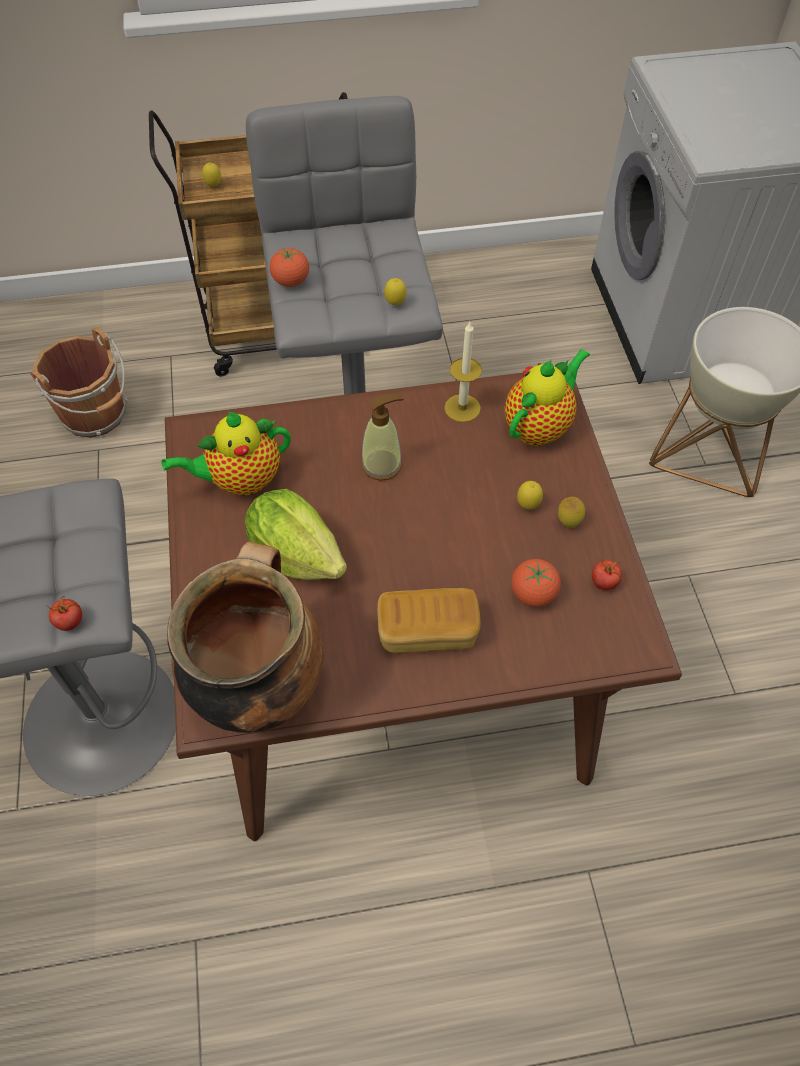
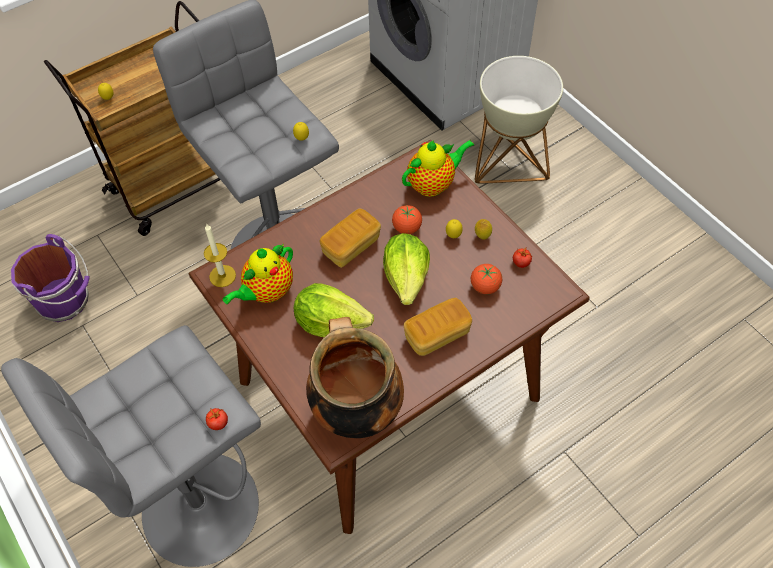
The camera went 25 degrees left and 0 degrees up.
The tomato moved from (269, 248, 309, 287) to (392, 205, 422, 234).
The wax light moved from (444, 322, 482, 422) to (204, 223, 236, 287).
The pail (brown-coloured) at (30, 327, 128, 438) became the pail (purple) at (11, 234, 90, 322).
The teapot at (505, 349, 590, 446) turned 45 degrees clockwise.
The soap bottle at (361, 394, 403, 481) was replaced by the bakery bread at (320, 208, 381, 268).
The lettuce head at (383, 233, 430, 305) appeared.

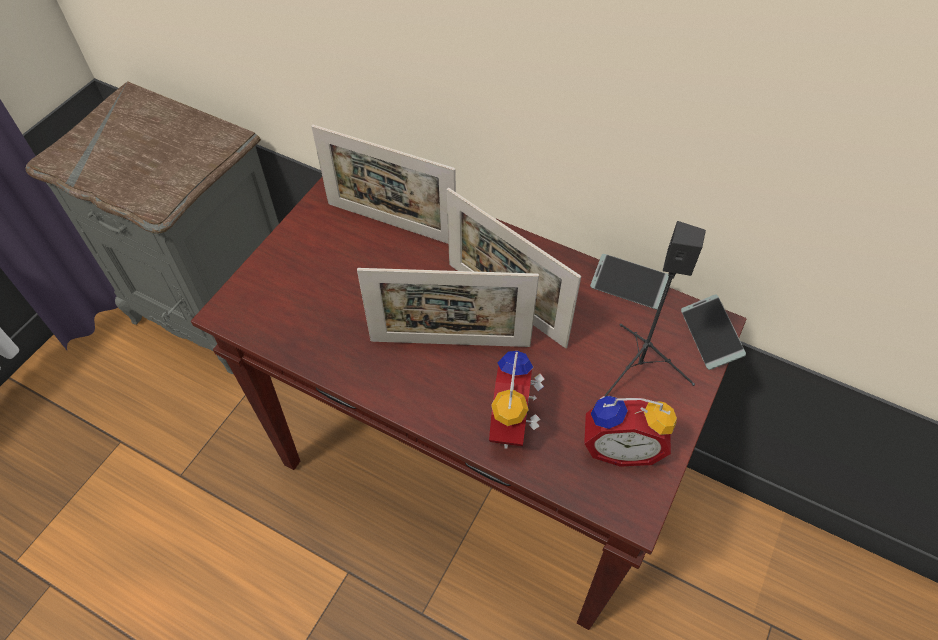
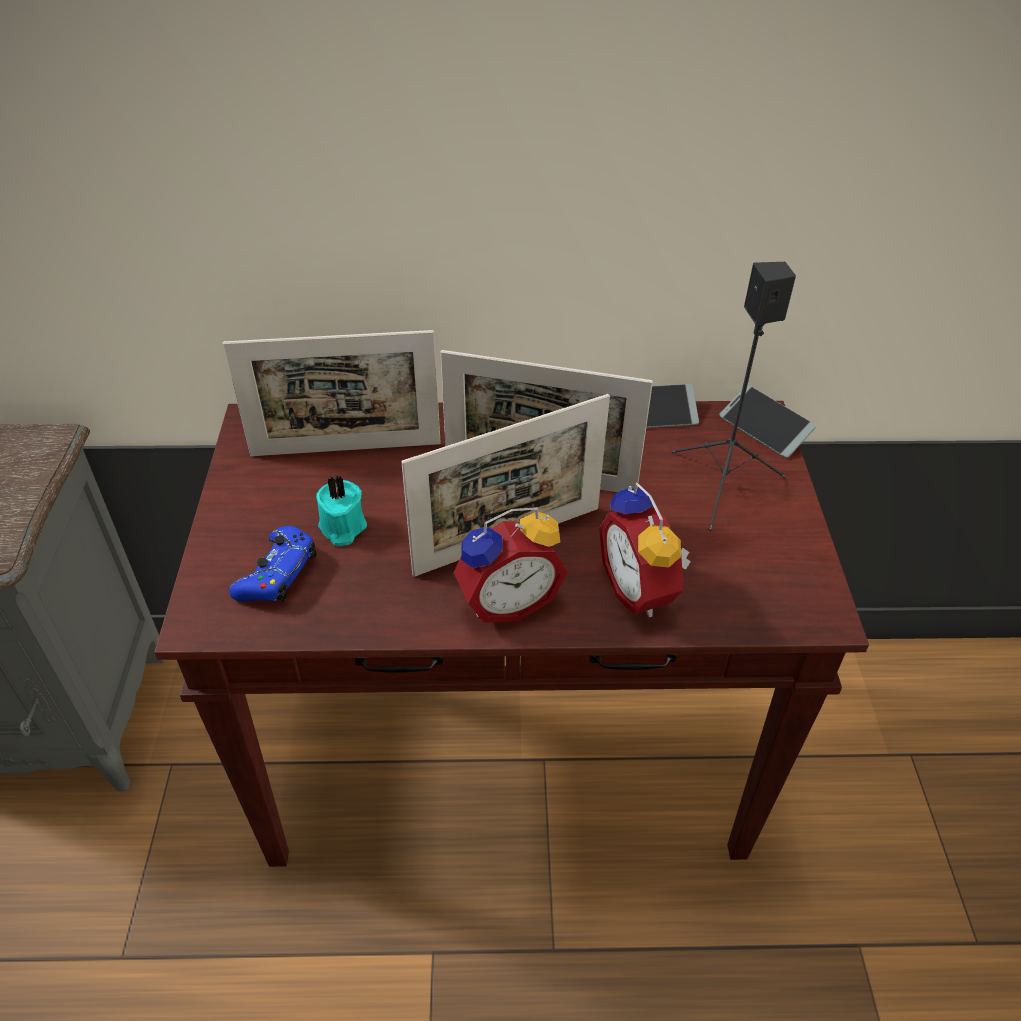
The camera went 30 degrees left and 10 degrees down.
The table clock moved from (584, 396, 677, 467) to (453, 507, 568, 623).
The wax light (turquoise) at (316, 475, 367, 546) appeared.
The game controller (bluish) at (229, 526, 317, 602) appeared.

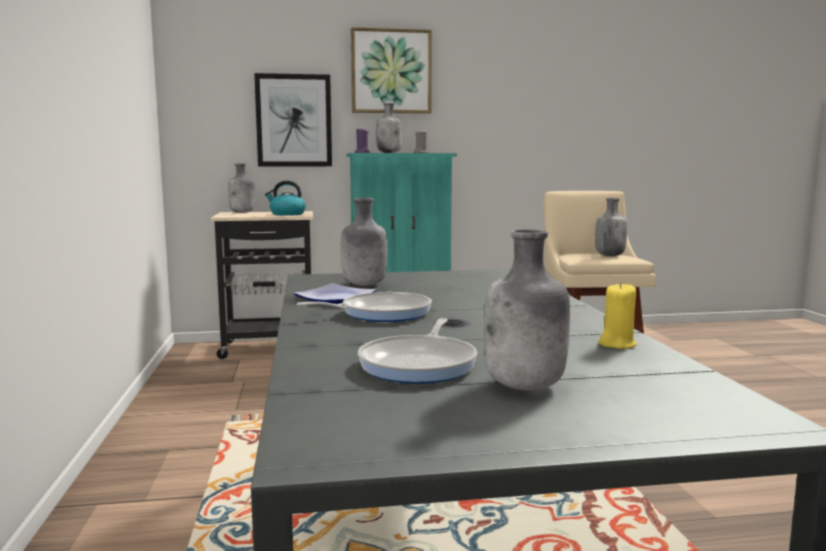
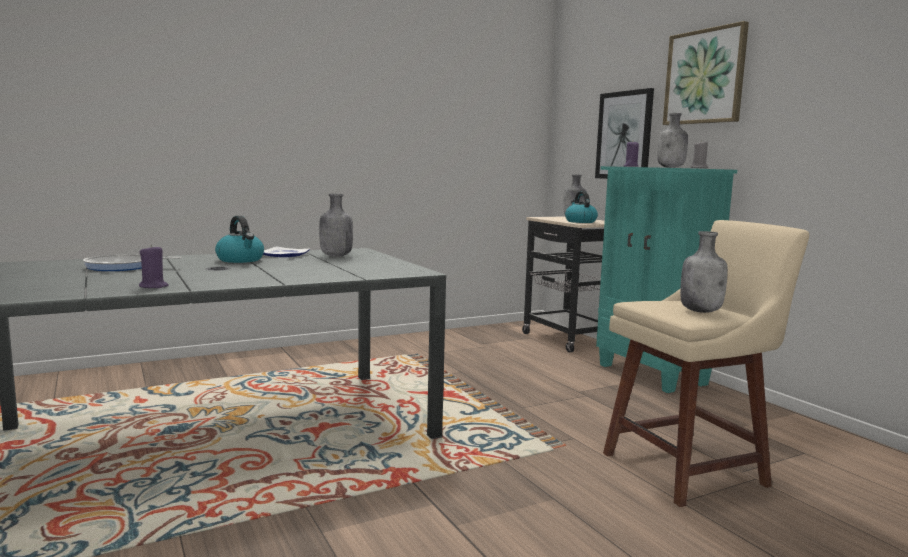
The camera went 70 degrees right and 0 degrees up.
The bottle (greyish) at (484, 229, 570, 390) disappeared.
The wax light (yellow-coloured) at (598, 282, 637, 349) became the wax light (purple) at (139, 244, 169, 288).
The skillet at (297, 292, 432, 322) was replaced by the tea kettle at (215, 216, 264, 263).

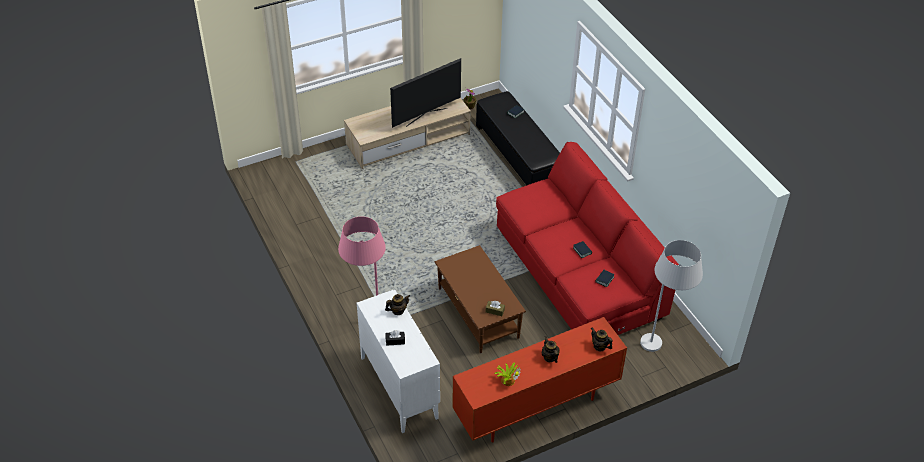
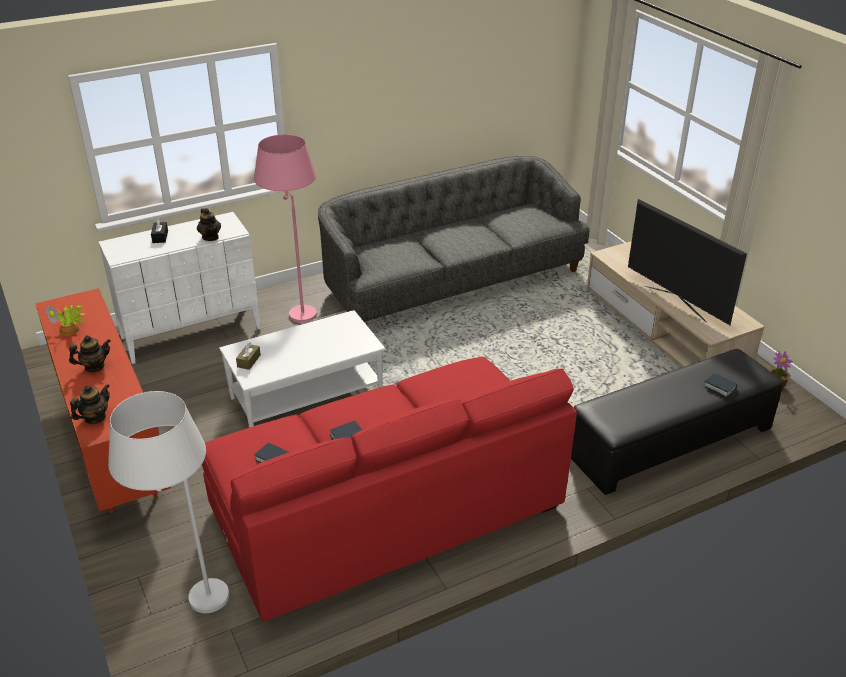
The camera went 90 degrees right and 10 degrees down.
The lounge table (brown-coloured) at (435, 245, 526, 353) became the lounge table (whitish) at (219, 310, 386, 428).
The sofa (greyish) at (318, 156, 590, 323) appeared.

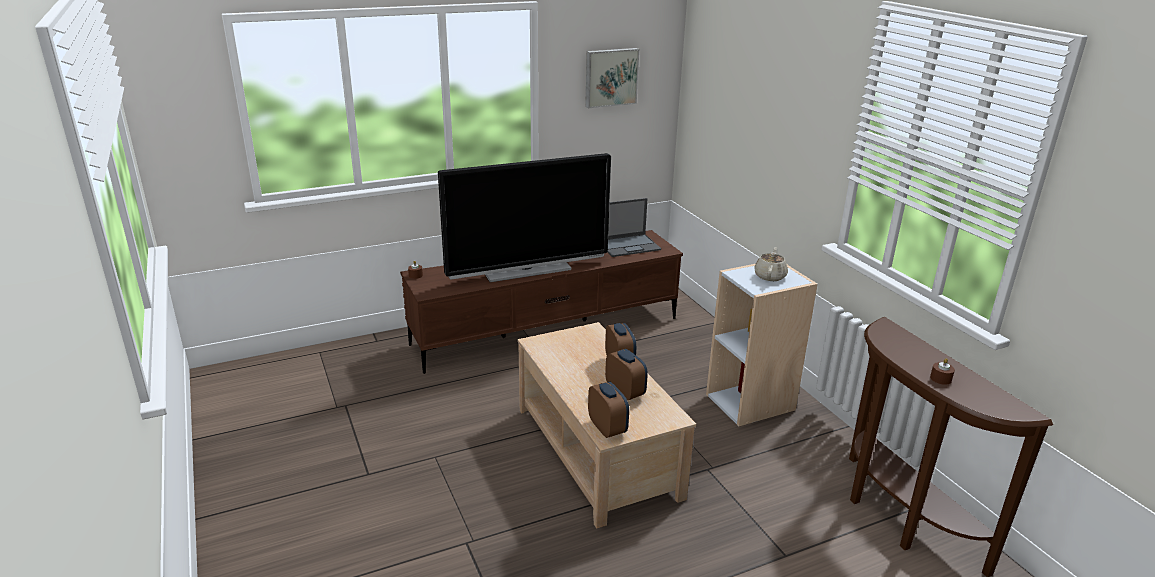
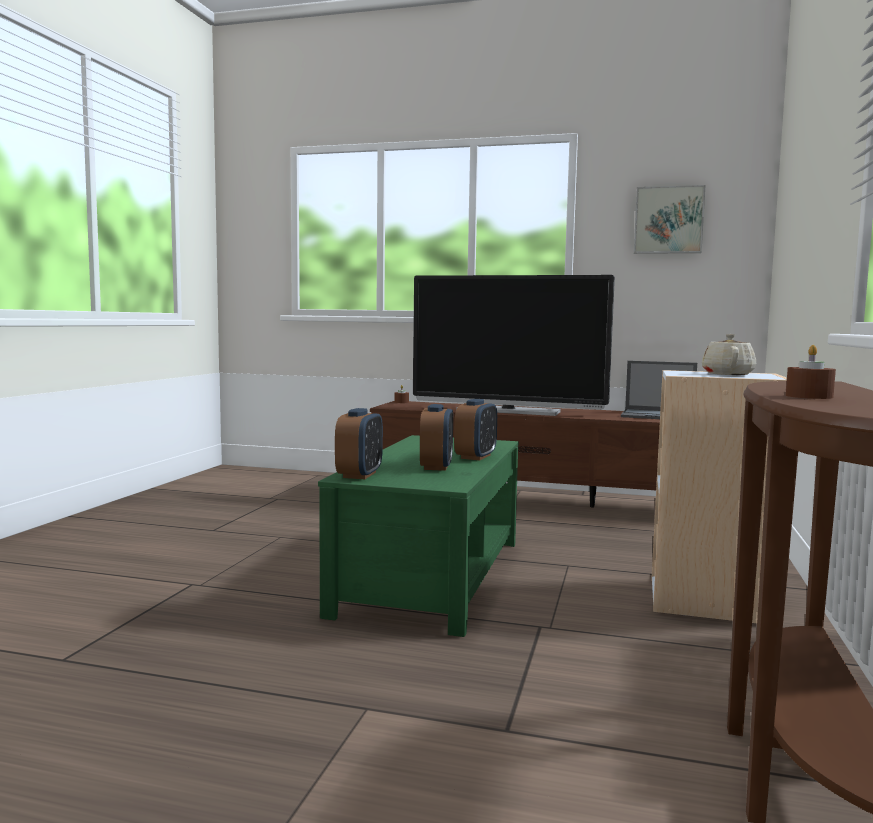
The camera went 40 degrees right and 20 degrees down.
The teapot (sand-coloured) at (754, 247, 788, 281) turned 45 degrees counterclockwise.
The lounge table (sand-coloured) at (517, 322, 696, 528) became the lounge table (greenish) at (318, 435, 519, 637).

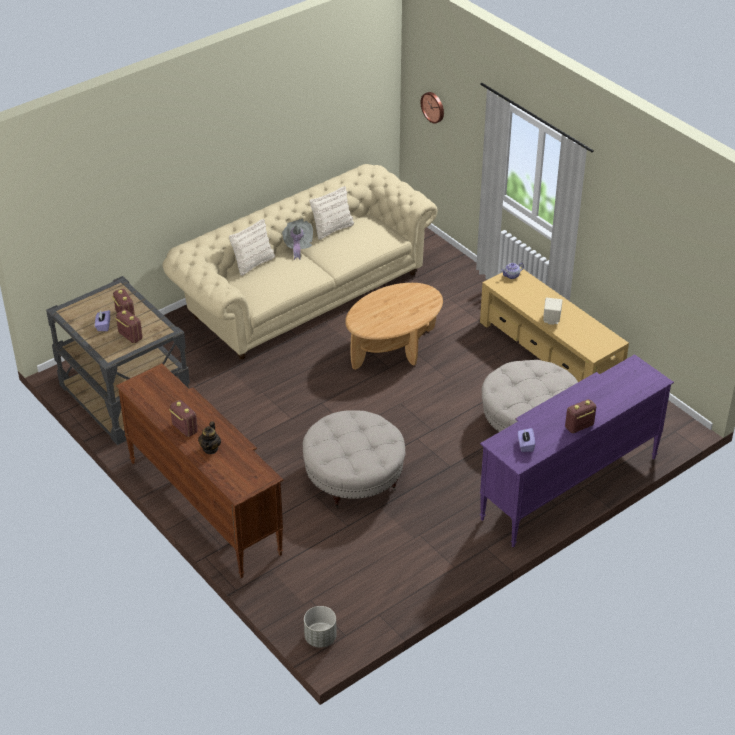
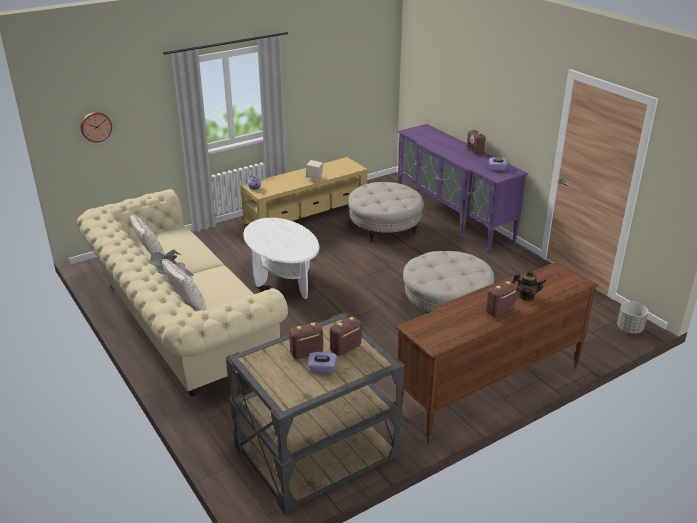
The camera went 85 degrees left and 10 degrees down.
The lounge table (brown-coloured) at (345, 283, 443, 370) became the lounge table (whitish) at (243, 218, 320, 299).

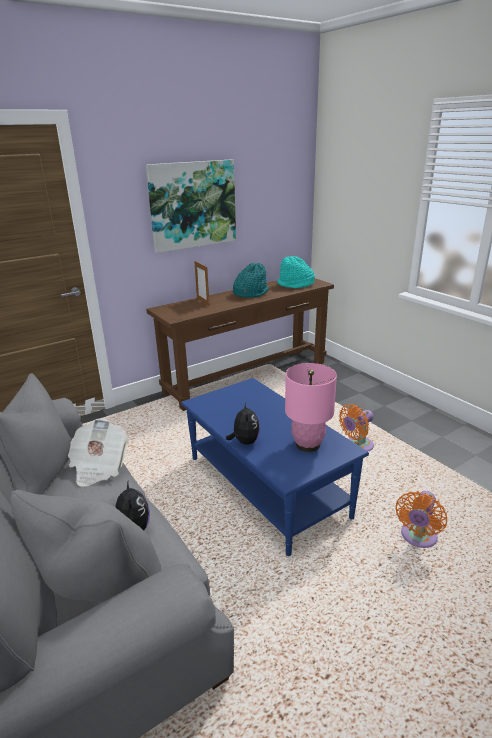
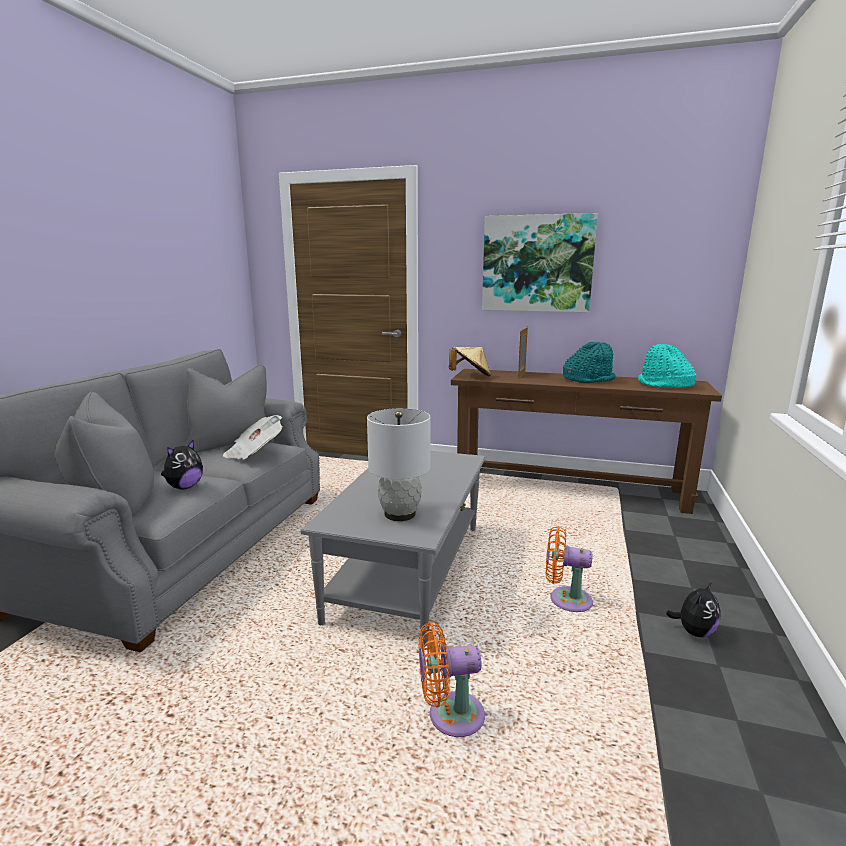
The camera went 50 degrees right and 10 degrees down.
The tabletop lamp (pink) at (285, 363, 337, 452) became the tabletop lamp (whitish) at (367, 408, 431, 521).
The lounge table (bluish) at (181, 378, 369, 556) became the lounge table (greyish) at (301, 451, 485, 646).
The plush toy moved from (226, 402, 260, 445) to (666, 582, 720, 637).
The clothing hat (sand-coloured) at (449, 347, 491, 376) appeared.

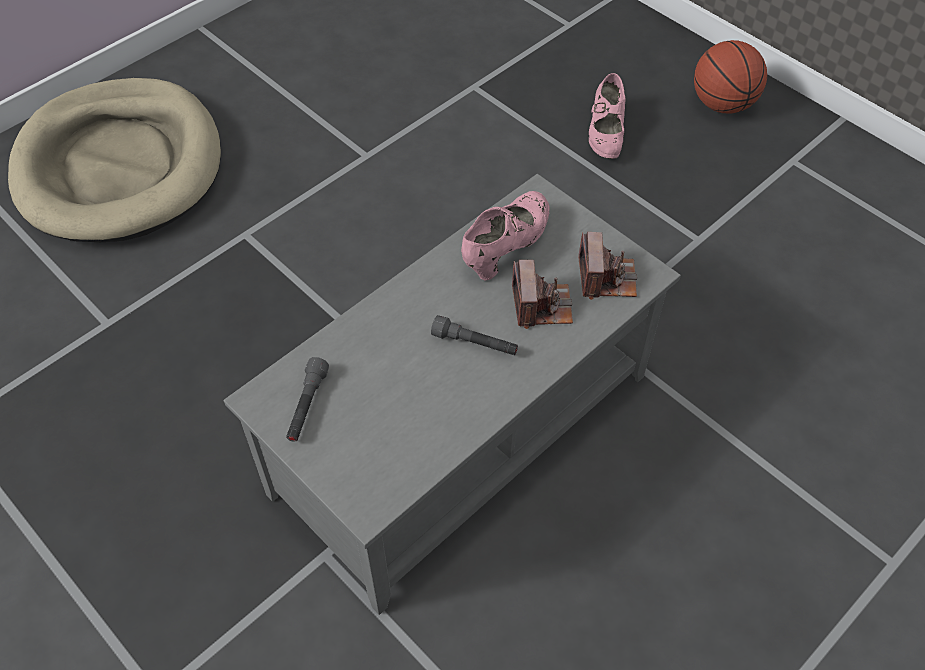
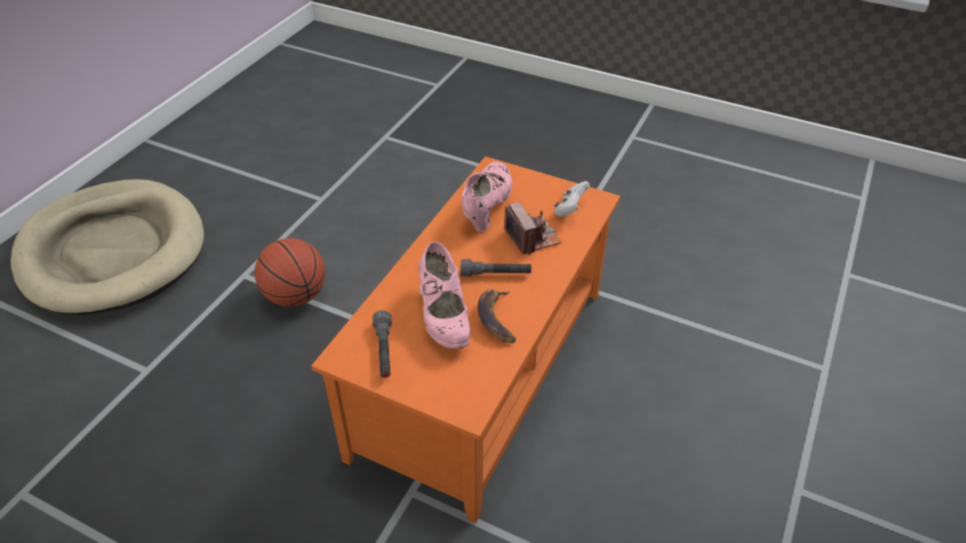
The camera went 20 degrees left and 10 degrees down.
The basketball ball moved from (694, 40, 767, 113) to (255, 238, 325, 307).
The low shoe (pink) moved from (589, 73, 626, 159) to (419, 241, 471, 349).
The lounge table (greyish) at (223, 174, 681, 615) became the lounge table (orange-coloured) at (311, 156, 620, 523).
The still camera at (578, 232, 637, 300) was replaced by the game controller (whitish) at (554, 181, 590, 217).
The banana at (478, 289, 516, 343) appeared.

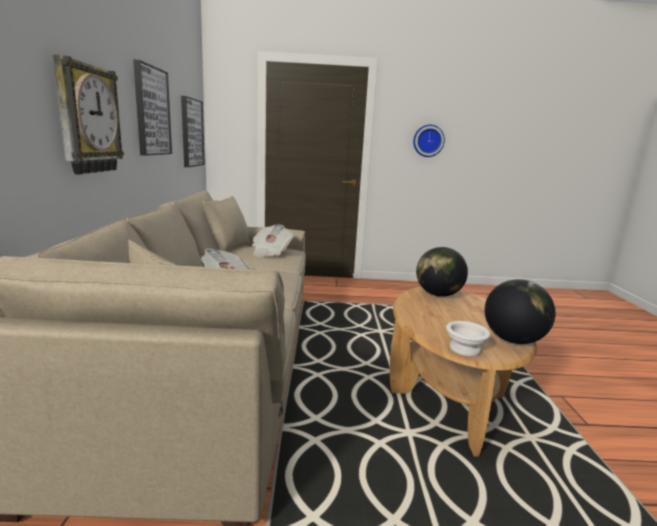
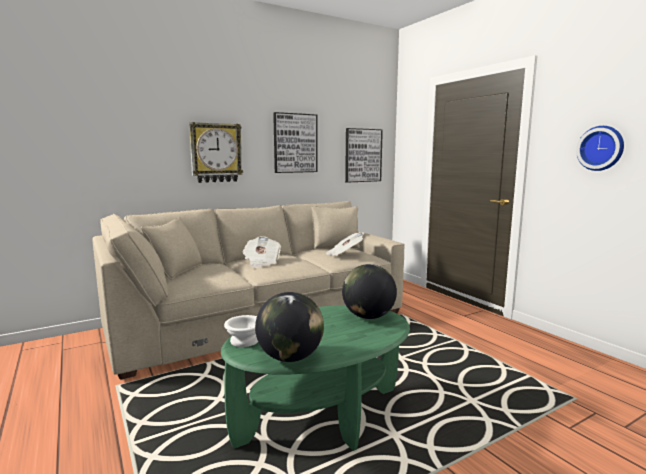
The camera went 60 degrees right and 5 degrees down.
The lounge table (brown-coloured) at (390, 287, 537, 457) became the lounge table (greenish) at (221, 305, 410, 451).

